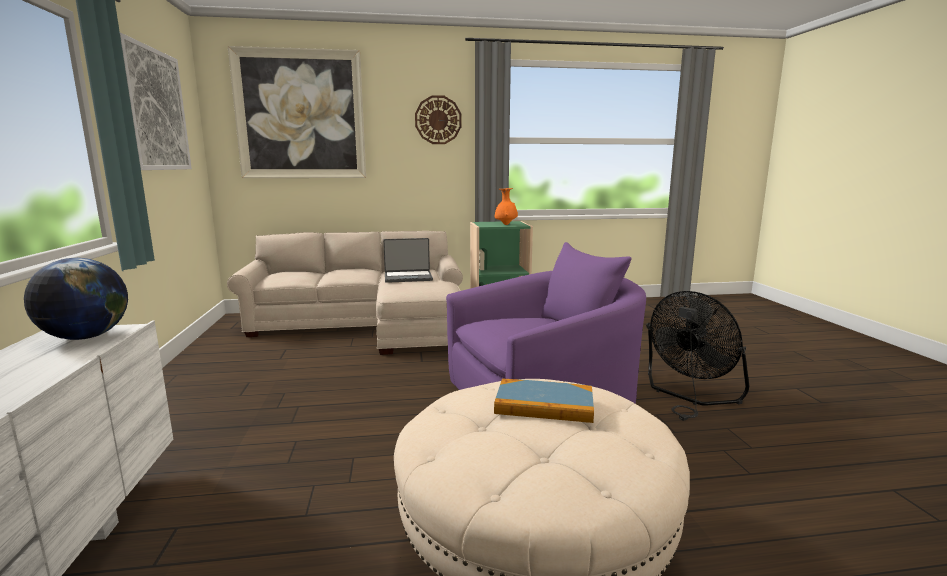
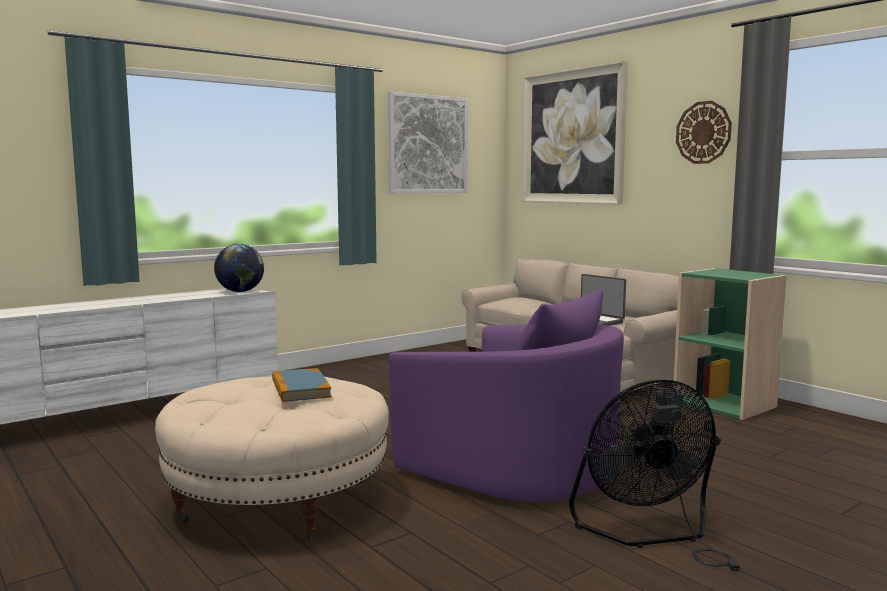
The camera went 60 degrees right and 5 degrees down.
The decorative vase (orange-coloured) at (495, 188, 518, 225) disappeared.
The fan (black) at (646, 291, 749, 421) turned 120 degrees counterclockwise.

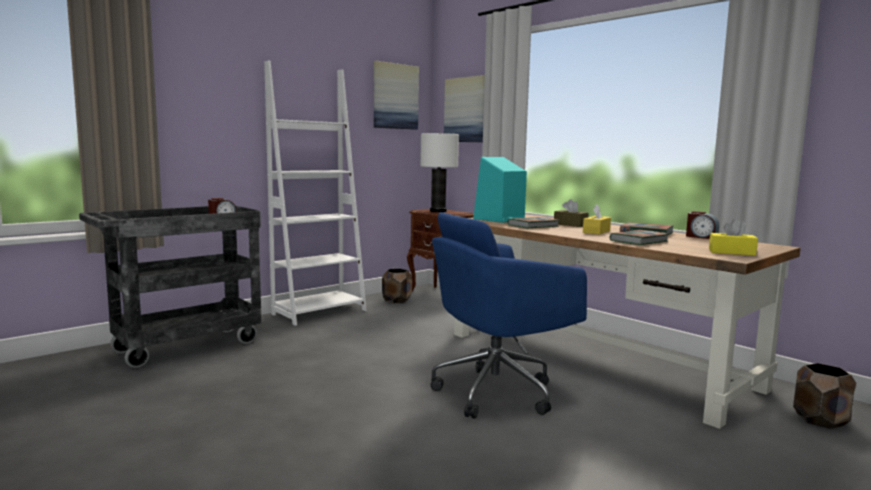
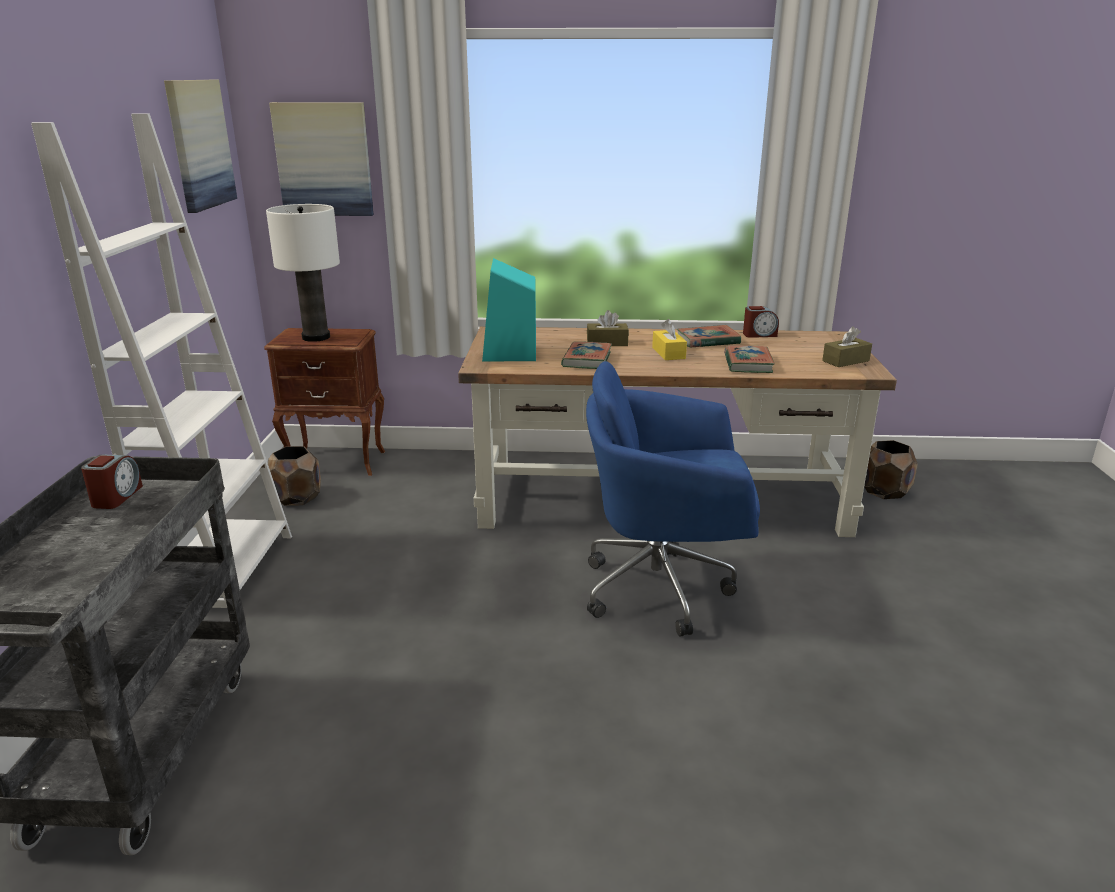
The camera went 45 degrees left and 15 degrees up.
The computer chair (bluish) at (431, 212, 587, 419) turned 75 degrees clockwise.
The tissue holder (yellow-coloured) at (709, 219, 758, 256) became the tissue holder (brown-coloured) at (822, 326, 872, 367).

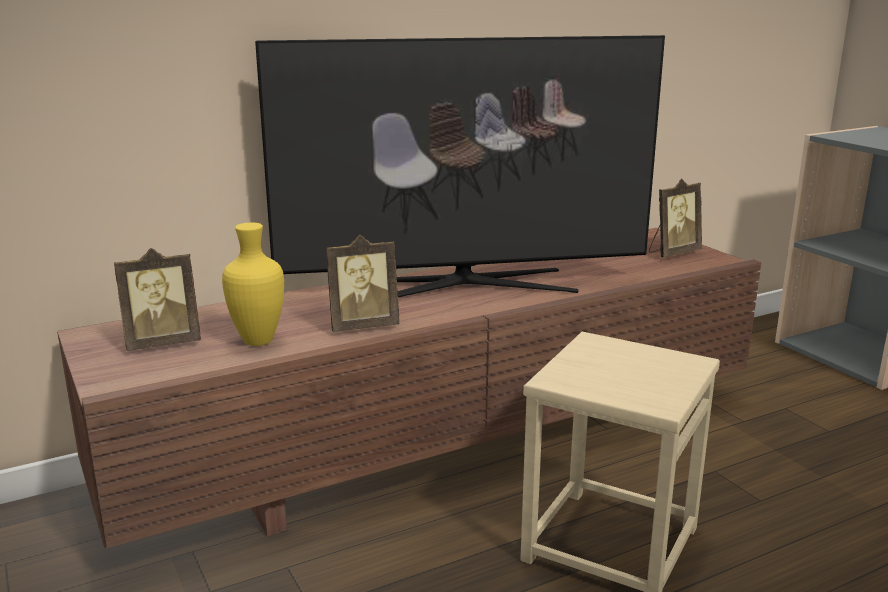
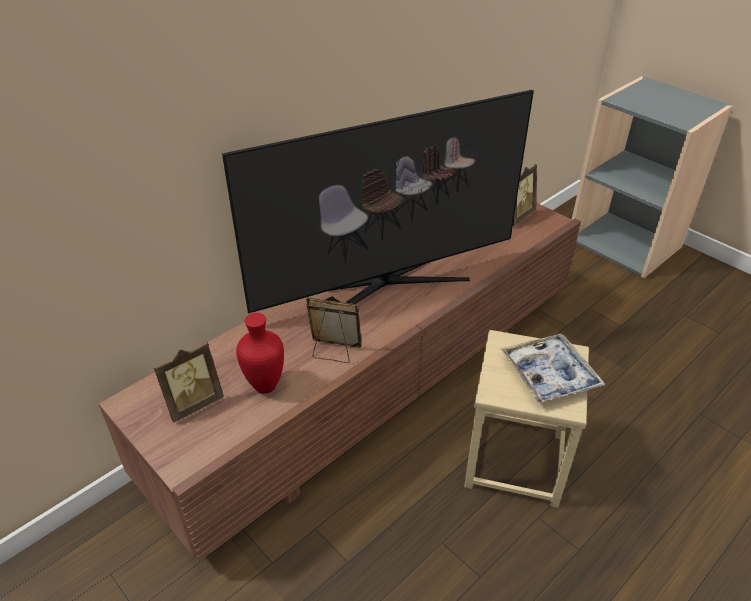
The camera went 15 degrees left and 20 degrees up.
The decorative vase (yellow-coloured) at (222, 223, 284, 346) became the decorative vase (red-coloured) at (236, 313, 284, 394).
The photo frame at (326, 235, 399, 332) turned 135 degrees counterclockwise.
The serving tray at (501, 334, 605, 404) appeared.

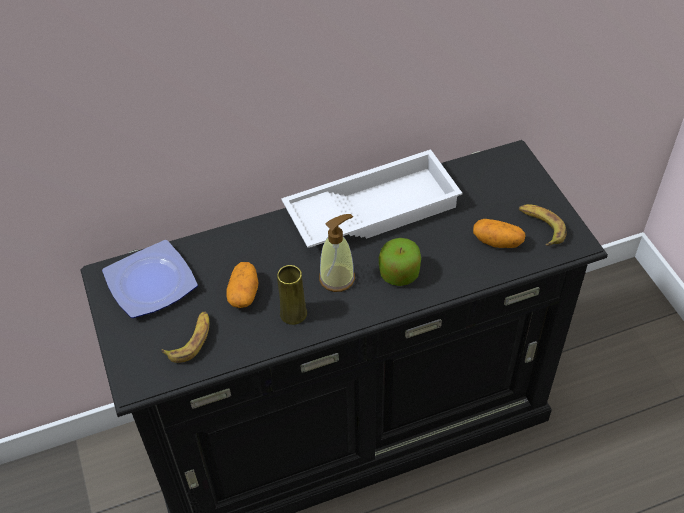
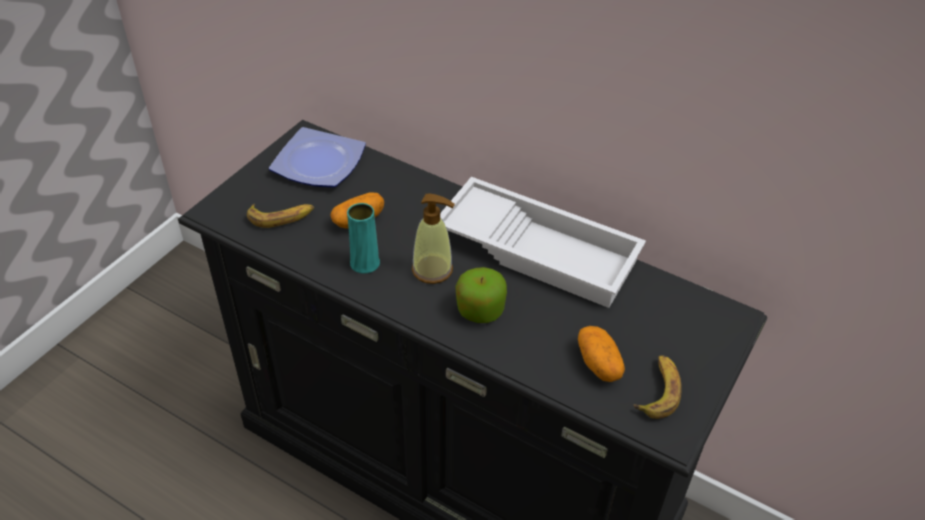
The camera went 50 degrees right and 5 degrees down.
The decorative vase (yellow-coloured) at (277, 265, 307, 325) became the decorative vase (turquoise) at (347, 203, 380, 273).

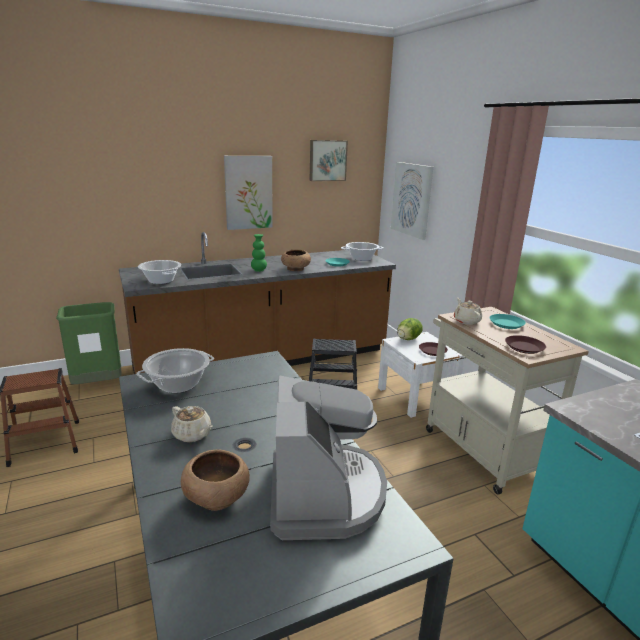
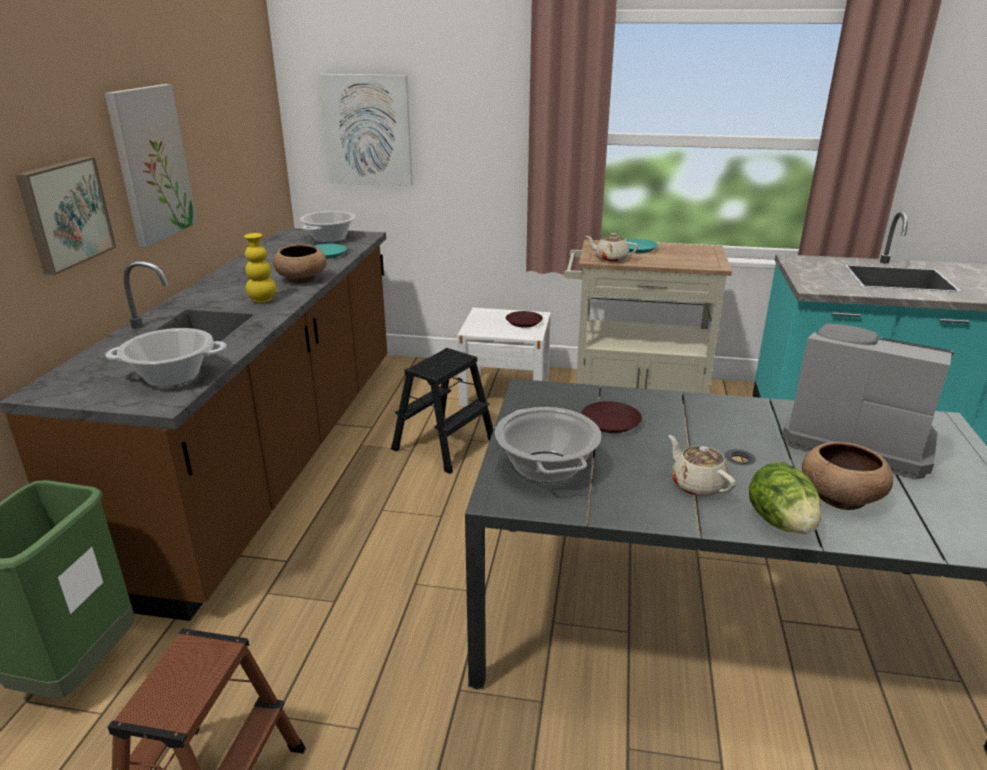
The camera went 55 degrees left and 5 degrees up.
The wall art moved from (310, 140, 348, 181) to (16, 157, 116, 275).
The decorative vase (greenish) at (251, 234, 267, 272) became the decorative vase (yellow-coloured) at (244, 233, 276, 303).
The lettuce head moved from (397, 318, 423, 340) to (749, 462, 821, 534).
The plate (brown-coloured) moved from (505, 335, 546, 354) to (581, 401, 642, 433).
The teapot (sand-coloured) at (171, 406, 213, 442) turned 105 degrees counterclockwise.

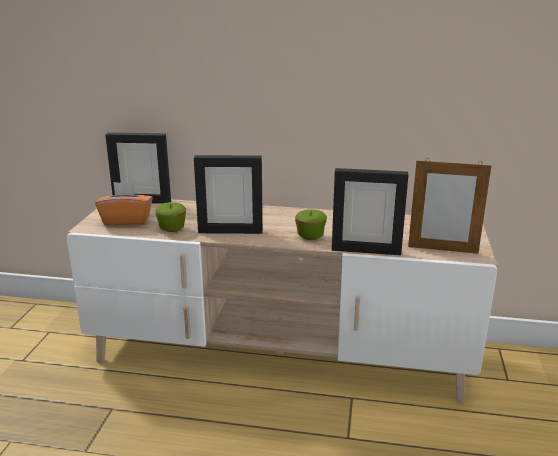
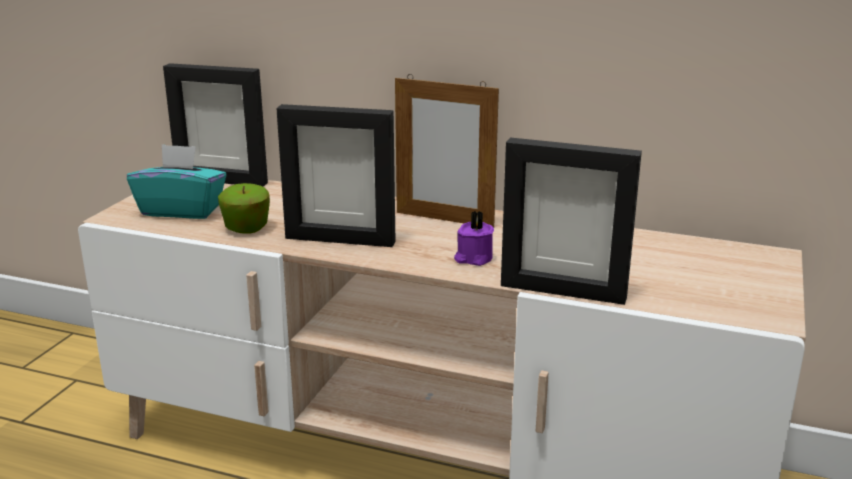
The camera went 10 degrees right and 0 degrees up.
The photo frame moved from (408, 158, 491, 254) to (395, 74, 499, 228).
The tissue holder (orange-coloured) at (95, 182, 153, 226) became the tissue holder (turquoise) at (127, 144, 227, 219).
The apple at (295, 210, 327, 240) was replaced by the wax light (purple) at (454, 211, 494, 266).

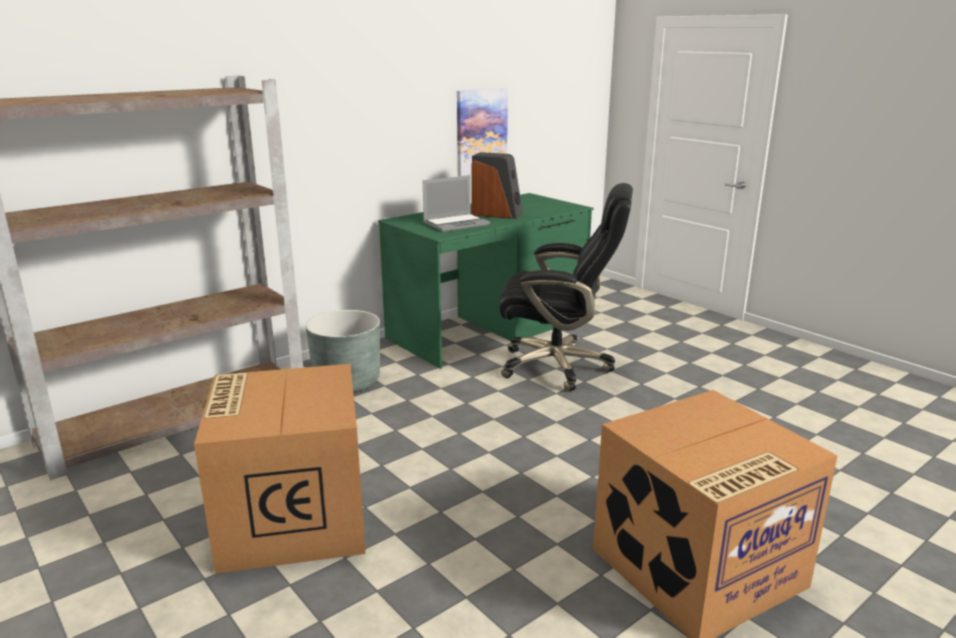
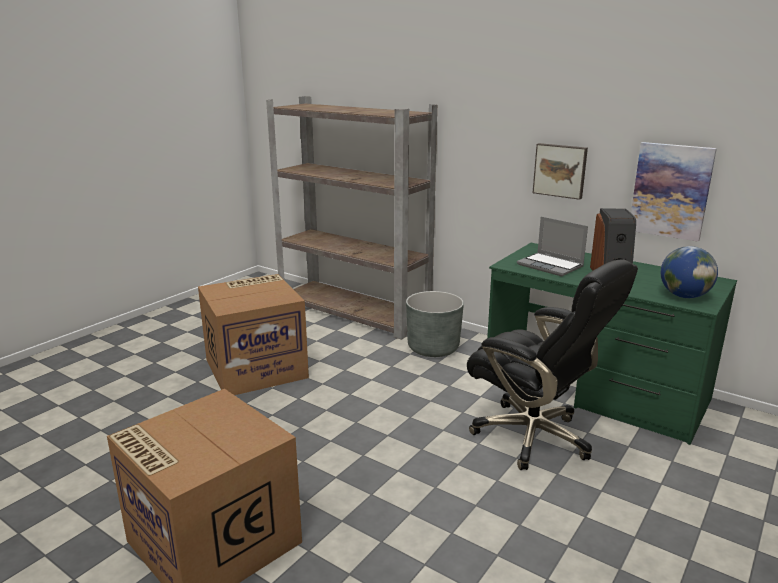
The camera went 75 degrees right and 0 degrees up.
The computer chair (black) at (500, 183, 633, 392) turned 45 degrees counterclockwise.
The wall art at (533, 143, 588, 200) appeared.
The desk globe at (661, 246, 718, 298) appeared.

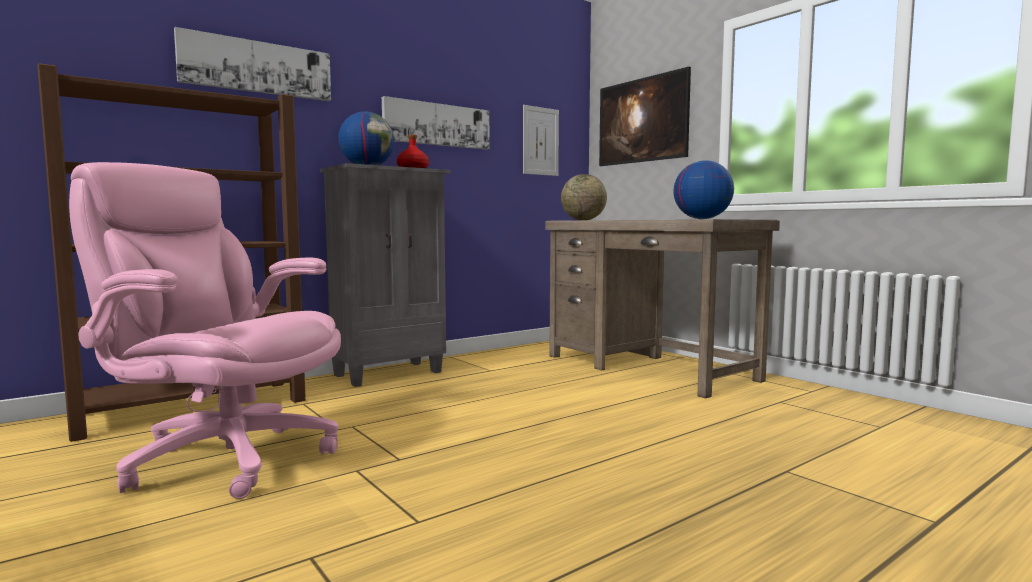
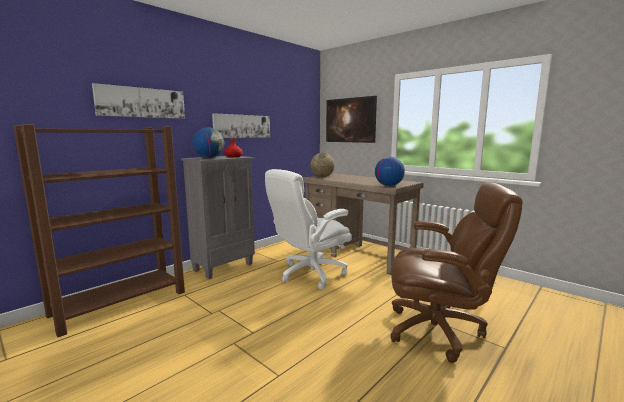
The camera went 10 degrees left and 5 degrees up.
The wall art at (523, 105, 559, 176) disappeared.
The computer chair (pink) at (69, 162, 341, 499) disappeared.
The computer chair (whitish) at (265, 169, 352, 290) appeared.
The computer chair (brown-coloured) at (391, 182, 523, 363) appeared.

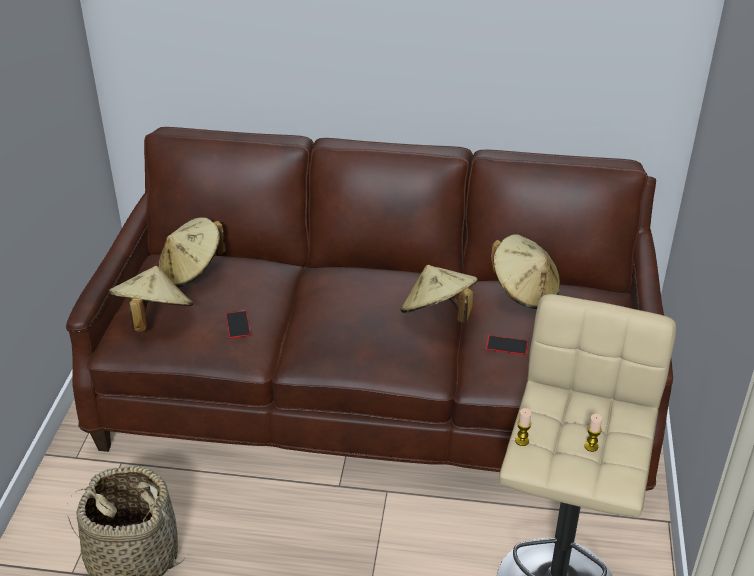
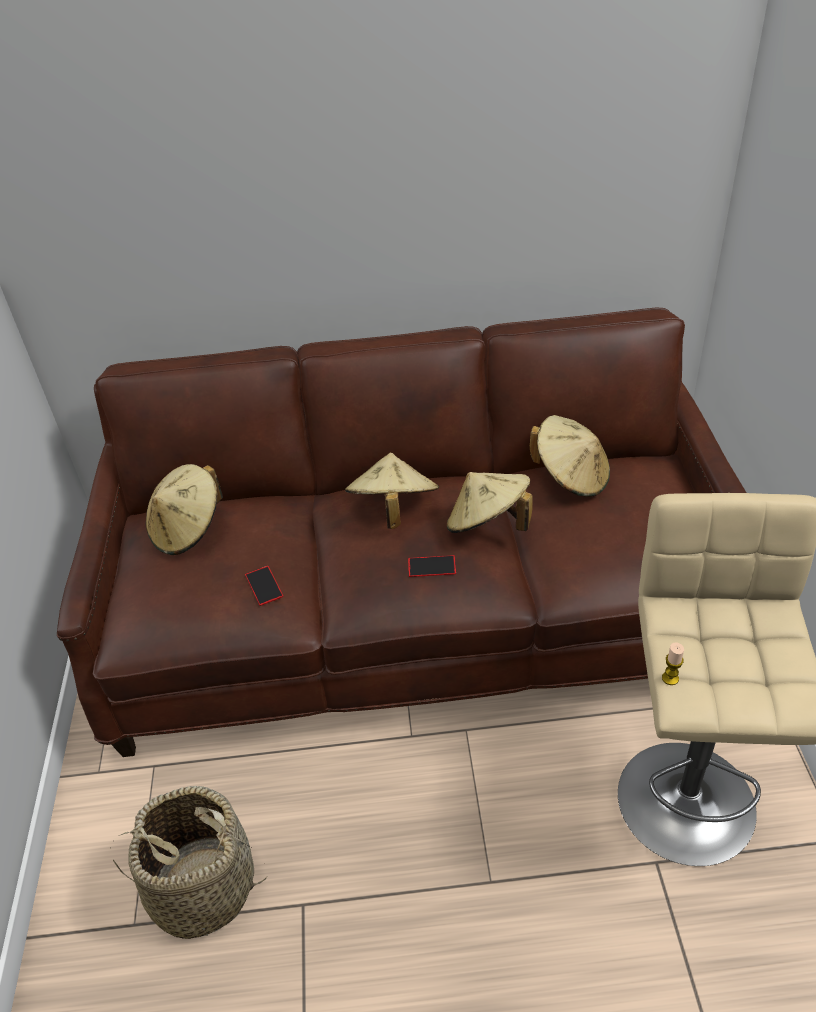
The camera went 10 degrees left and 5 degrees up.
The clothing hat (sand-coloured) moved from (109, 266, 193, 332) to (345, 453, 439, 529).
The telephone moved from (486, 335, 529, 355) to (408, 555, 456, 577).
The wax light at (584, 414, 602, 452) disappeared.

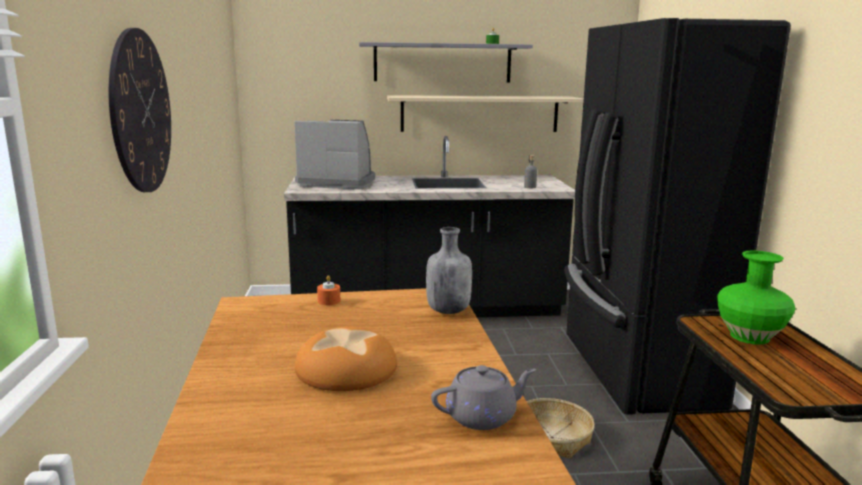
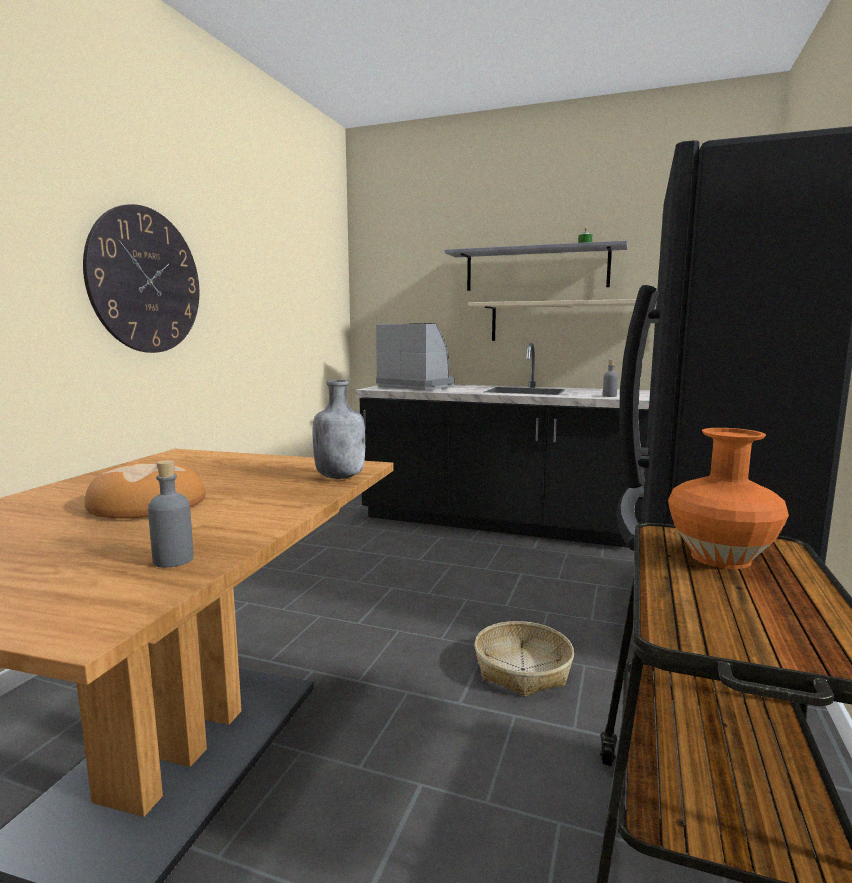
The camera went 25 degrees right and 5 degrees down.
The decorative vase (greenish) at (717, 250, 796, 345) became the decorative vase (orange-coloured) at (668, 428, 789, 569).
The wax light (orange-coloured) at (317, 275, 340, 305) disappeared.
The teapot (greyish) at (431, 365, 536, 430) was replaced by the bottle (greyish) at (148, 460, 194, 567).

